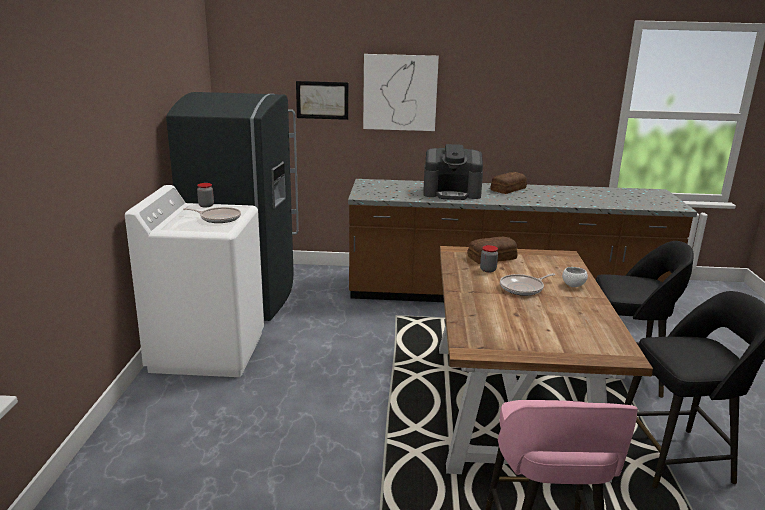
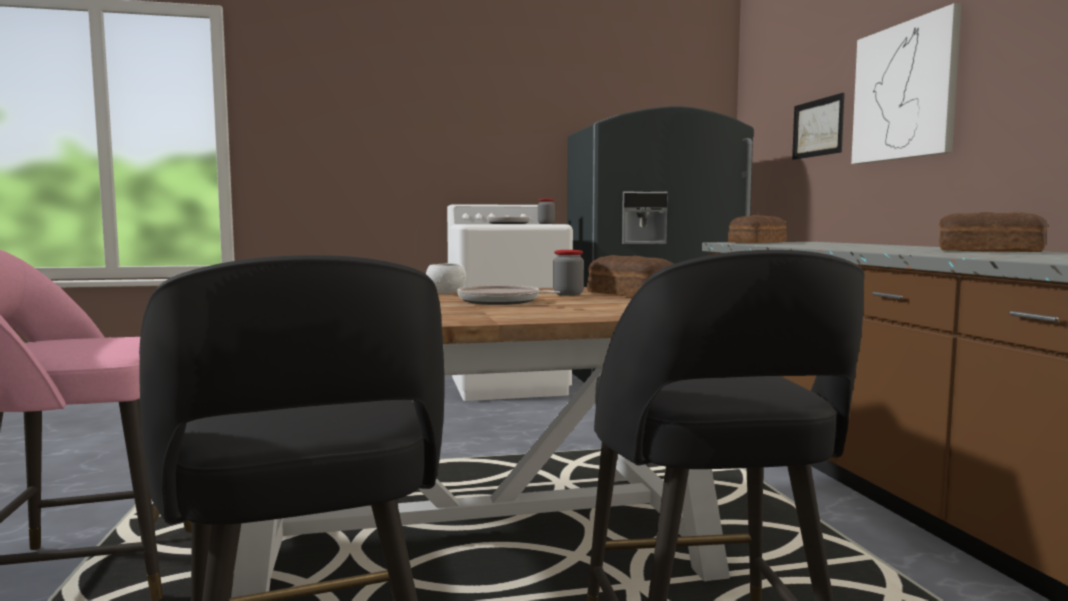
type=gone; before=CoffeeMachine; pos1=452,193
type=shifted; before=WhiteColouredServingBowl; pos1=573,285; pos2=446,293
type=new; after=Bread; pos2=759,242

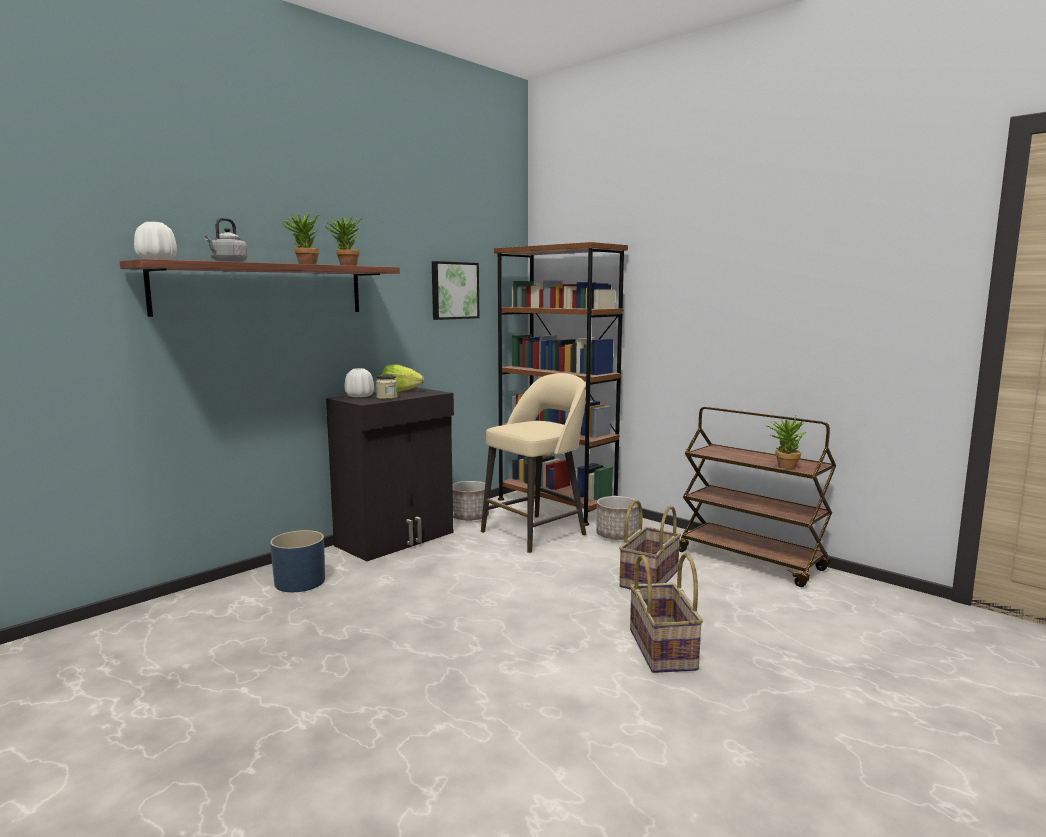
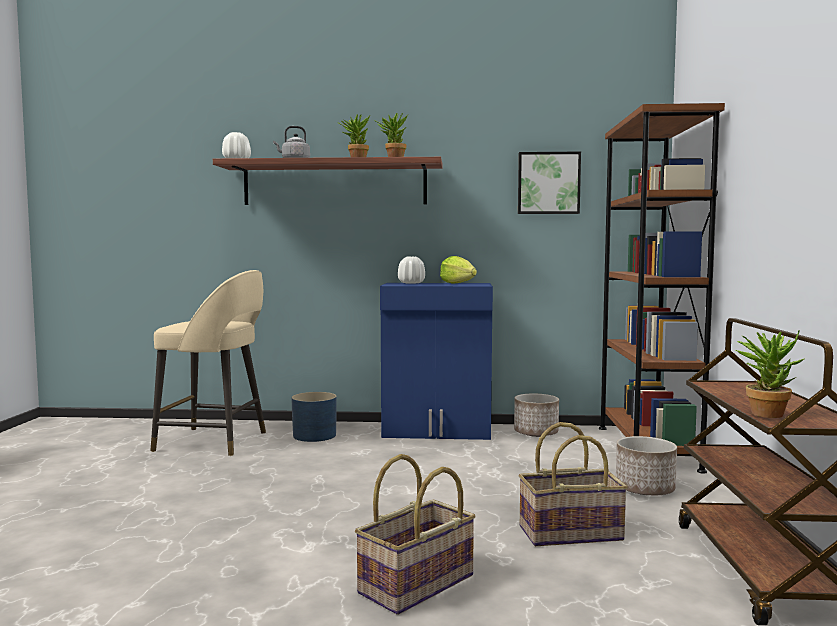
type=shifted; before=SandColouredSittingStool; pos1=536,532; pos2=214,442
type=gone; before=Jar; pos1=387,397
type=repainted; before=BlackishCabinet; after=BlueCabinet; pos1=397,539; pos2=437,431

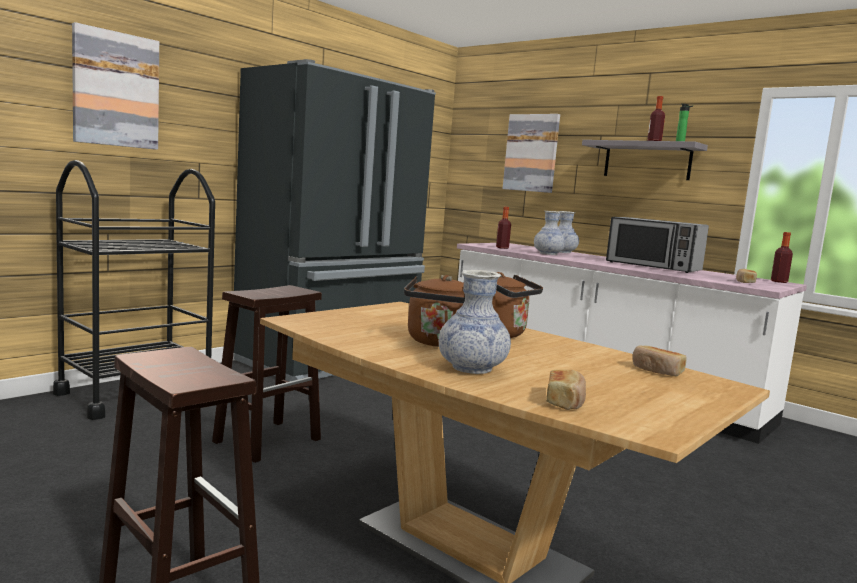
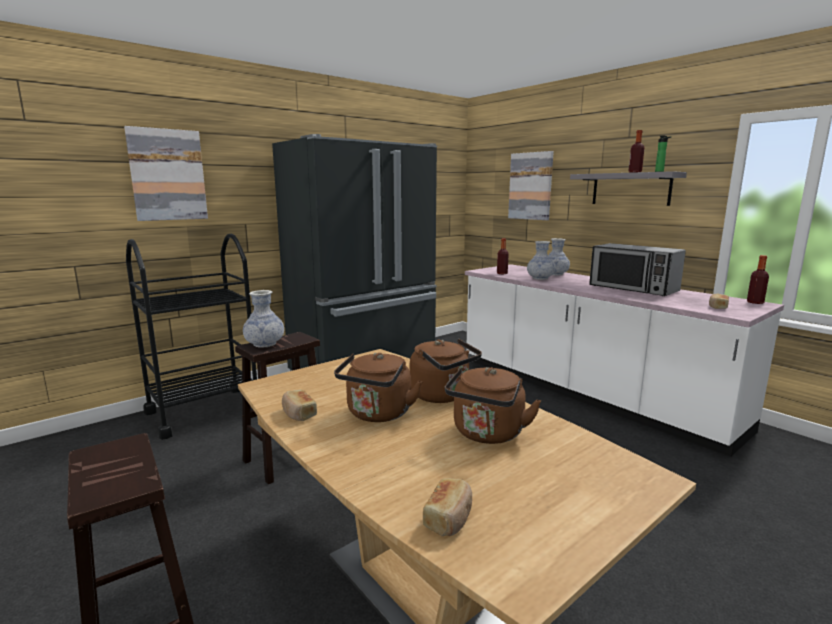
type=shifted; before=Vase; pos1=472,368; pos2=264,344
type=shifted; before=Bread; pos1=657,371; pos2=298,413
type=new; after=BrownTeaKettle; pos2=487,434

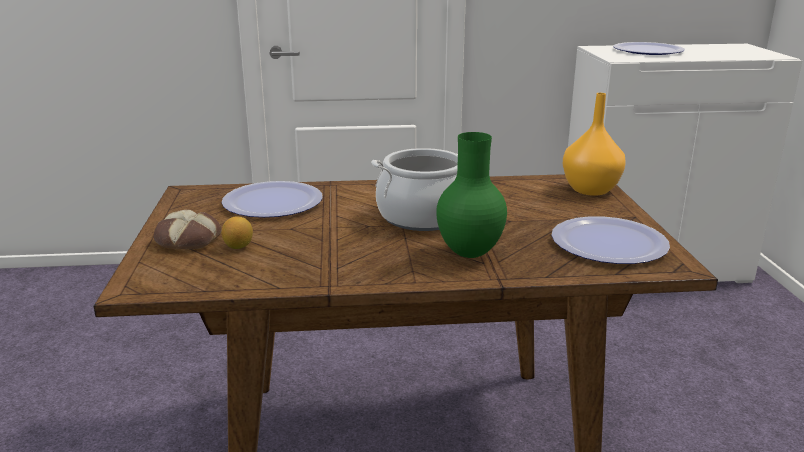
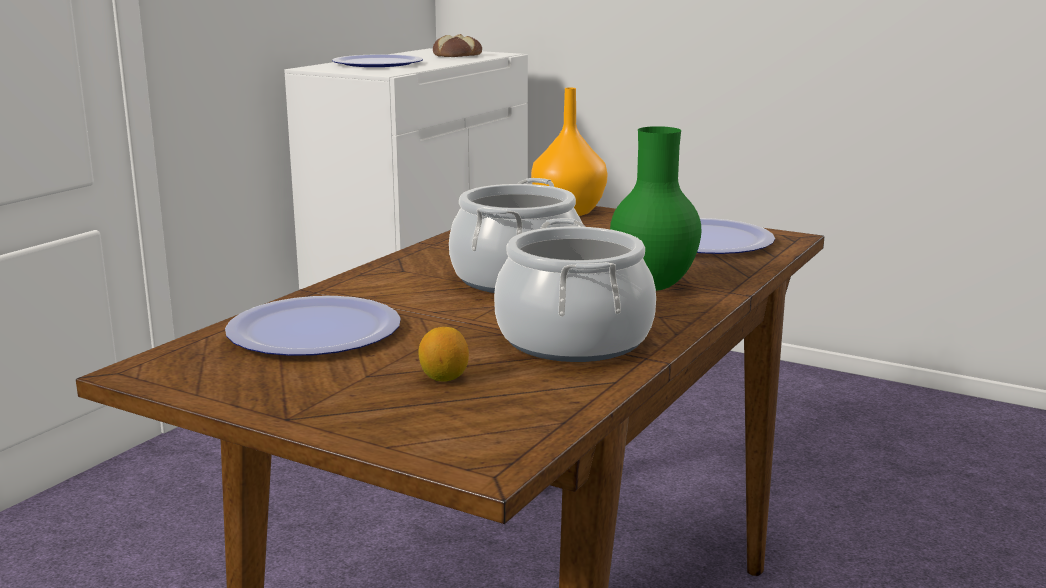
type=shifted; before=Bread; pos1=187,240; pos2=458,55
type=new; after=CookingPot; pos2=573,340

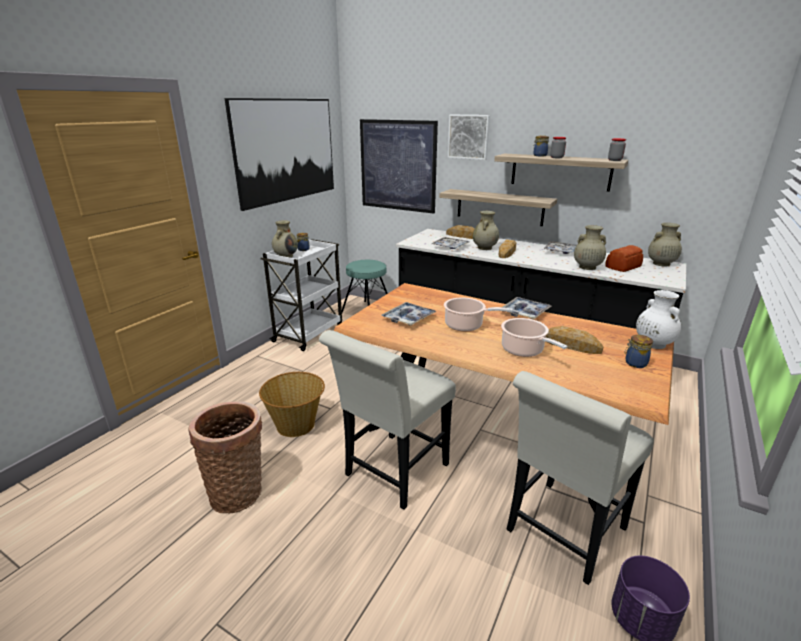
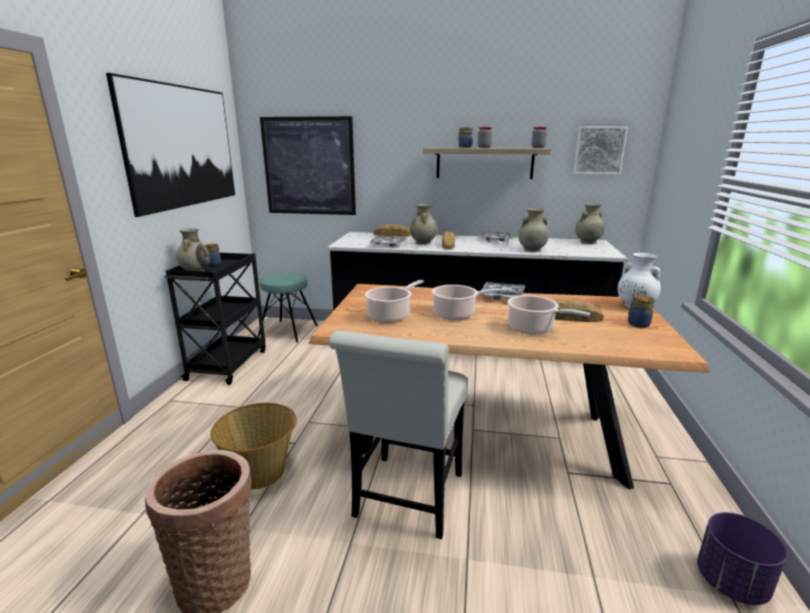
type=shifted; before=WallArt; pos1=469,137; pos2=599,150
type=gone; before=Shelf; pos1=499,207
type=repainted; before=WhiteColouredWheeledCart; after=BlackishWheeledCart; pos1=309,333; pos2=228,364
type=gone; before=Bread; pos1=624,266
type=swapped; before=ServingTray; after=CookingPot; pos1=408,318; pos2=391,316
type=gone; before=WhiteColouredChair; pos1=561,534

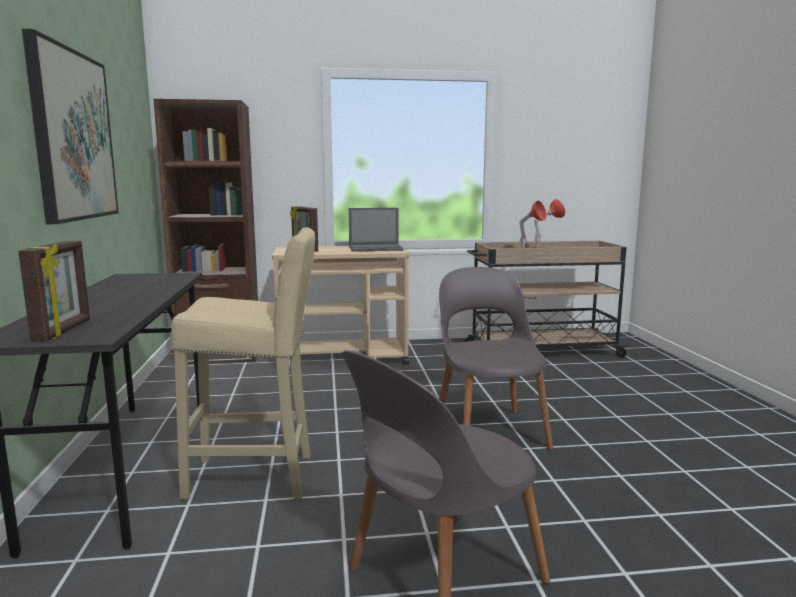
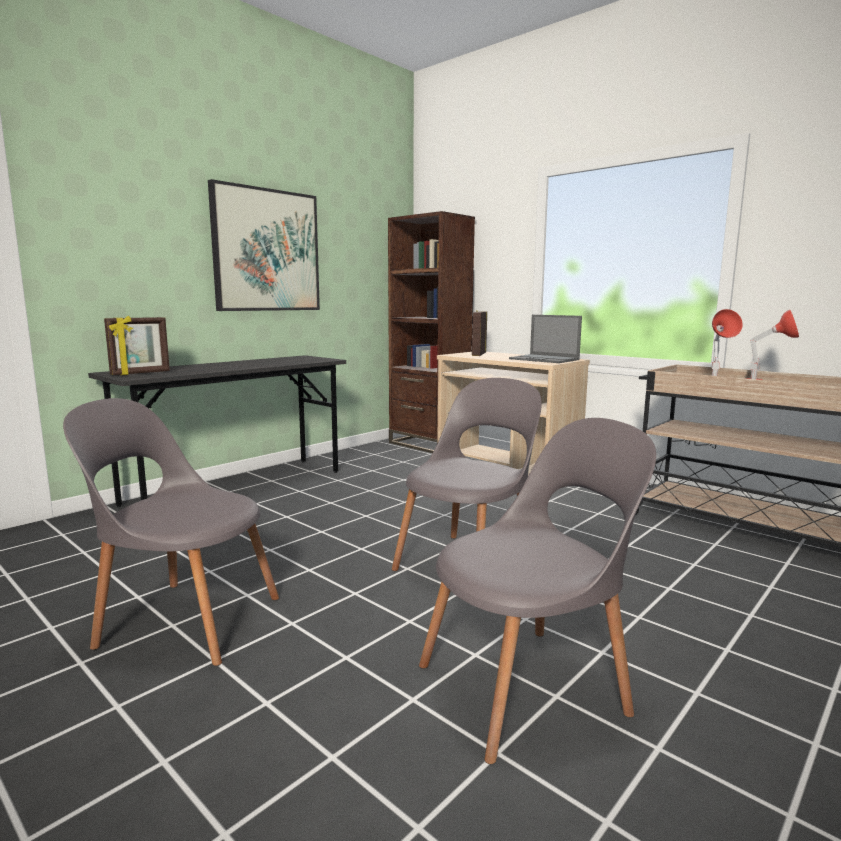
type=gone; before=SandColouredSittingStool; pos1=258,477
type=new; after=GreyishChair; pos2=528,686

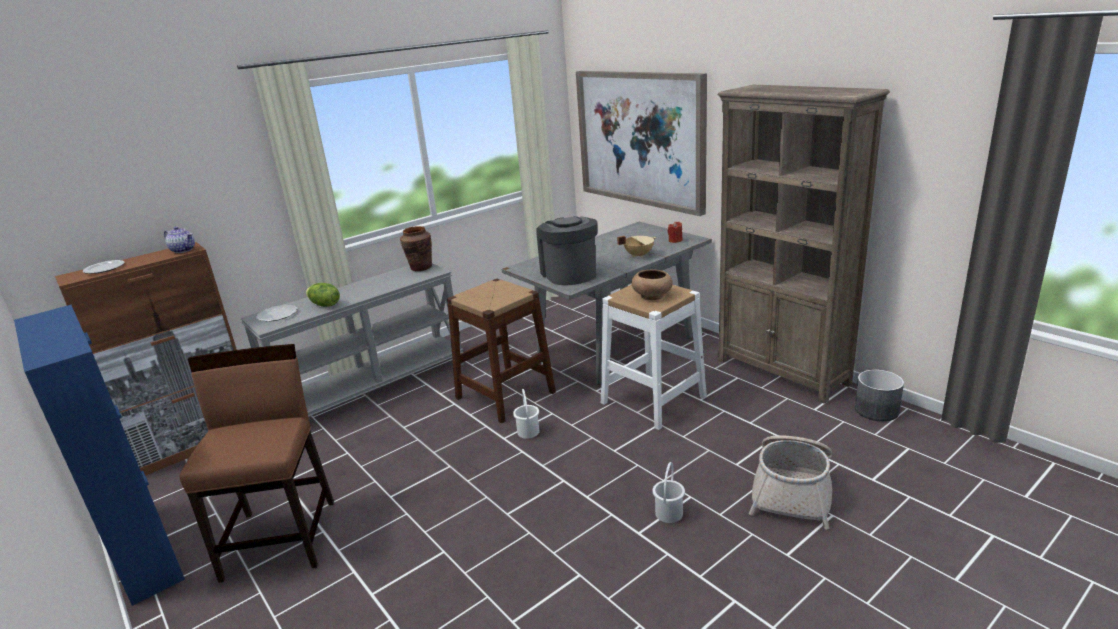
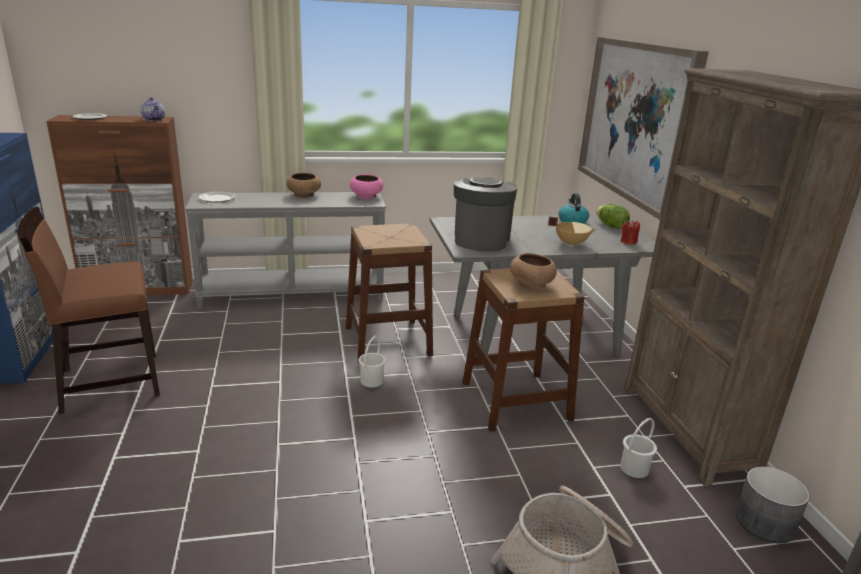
type=swapped; before=BrownVase; after=PinkColouredServingBowl; pos1=421,268; pos2=366,196
type=shifted; before=HeadOfLettuce; pos1=324,305; pos2=610,226
type=repainted; before=WhiteColouredSittingStool; after=BrownSittingStool; pos1=653,400; pos2=515,400
type=rotated; before=BrownChair; pos1=281,538; pos2=109,382; turn=-135
type=shifted; before=WhiteColouredPail; pos1=669,513; pos2=635,468
type=new; after=BrownServingBowl; pos2=304,195
type=new; after=TeaKettle; pos2=572,221

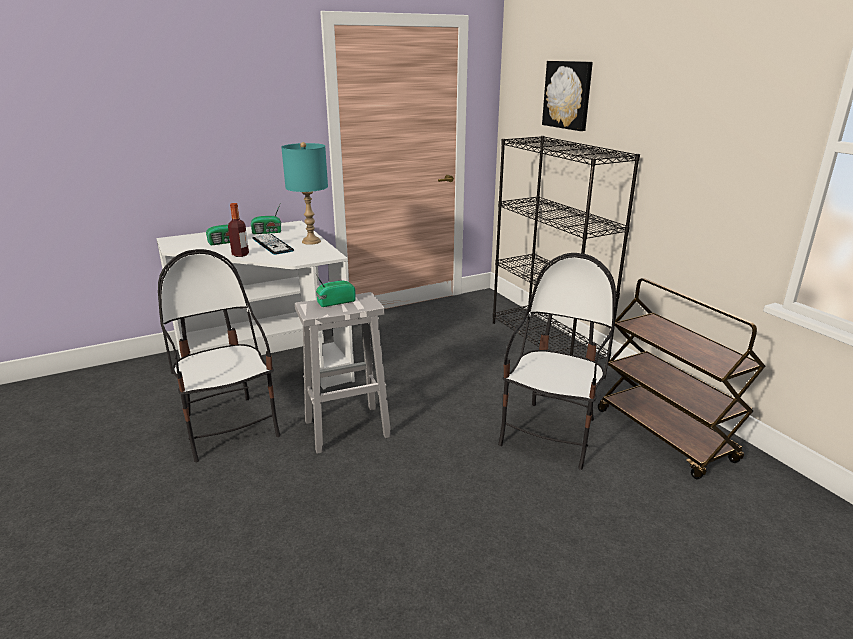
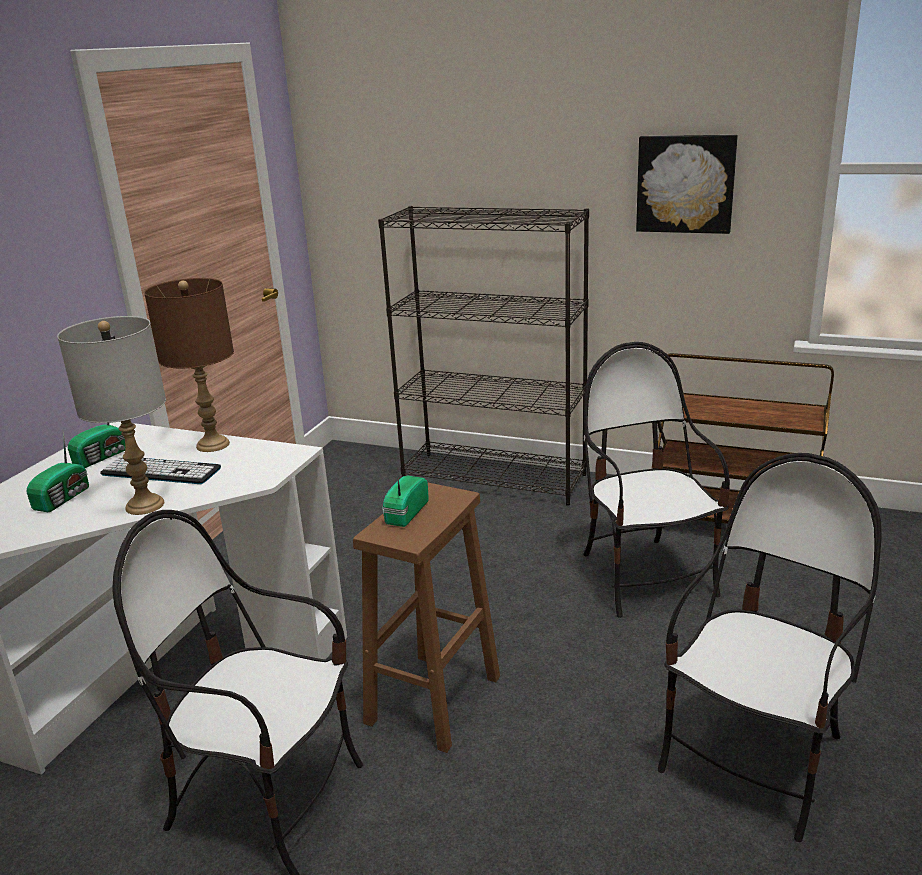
type=shifted; before=WallArt; pos1=568,95; pos2=685,184
type=repainted; before=TurquoiseColouredLampForATable; after=BrownLampForATable; pos1=311,241; pos2=212,445
type=swapped; before=BeverageBottle; after=GreyishLampForATable; pos1=240,254; pos2=144,505
type=repainted; before=WhiteColouredSittingStool; after=BrownSittingStool; pos1=345,429; pos2=433,701
type=new; after=Chair; pos2=756,760

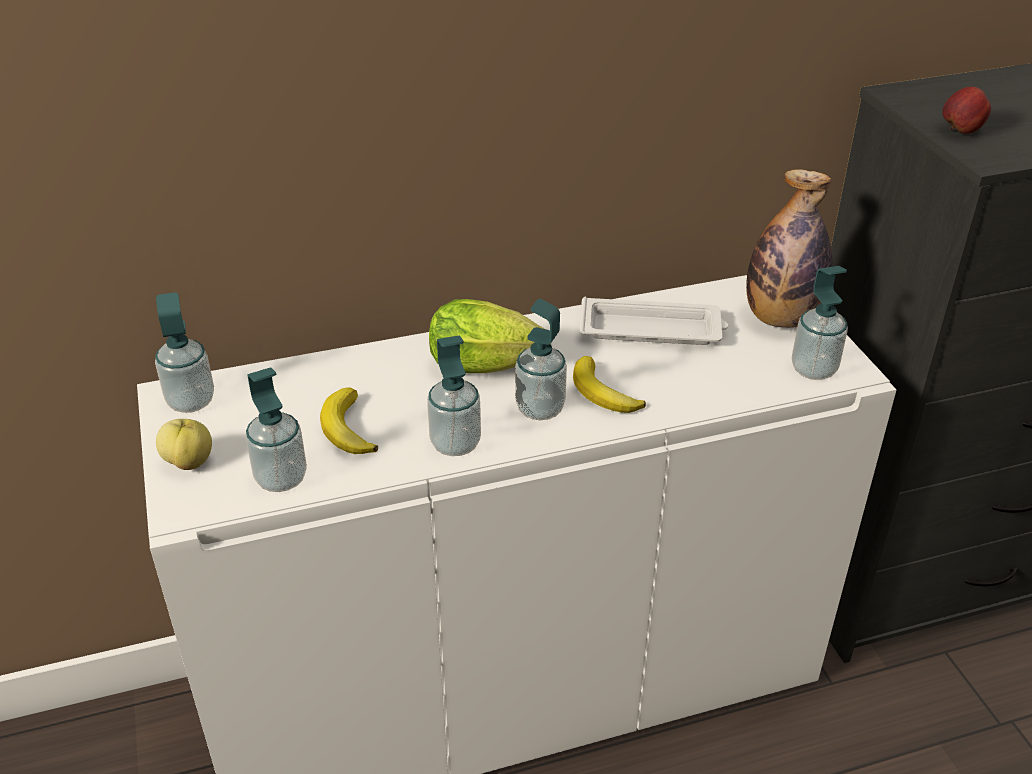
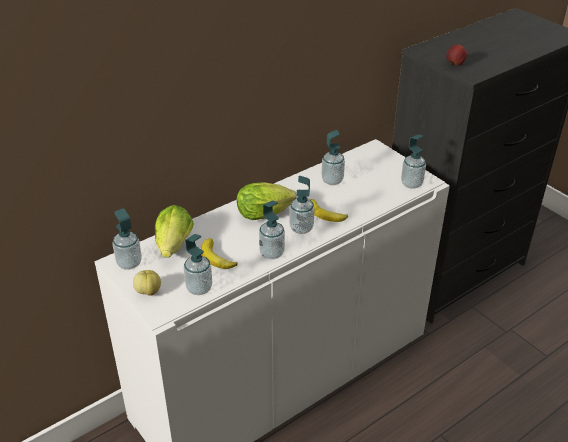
type=gone; before=BeverageBottle; pos1=780,318
type=swapped; before=WhiteColouredServingTray; after=SoapDispenser; pos1=652,330; pos2=332,180
type=new; after=HeadOfLettuce; pos2=173,248

